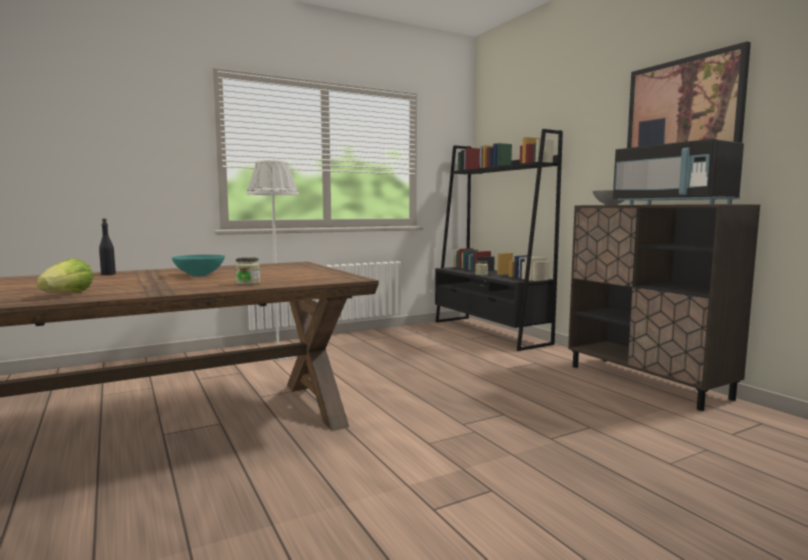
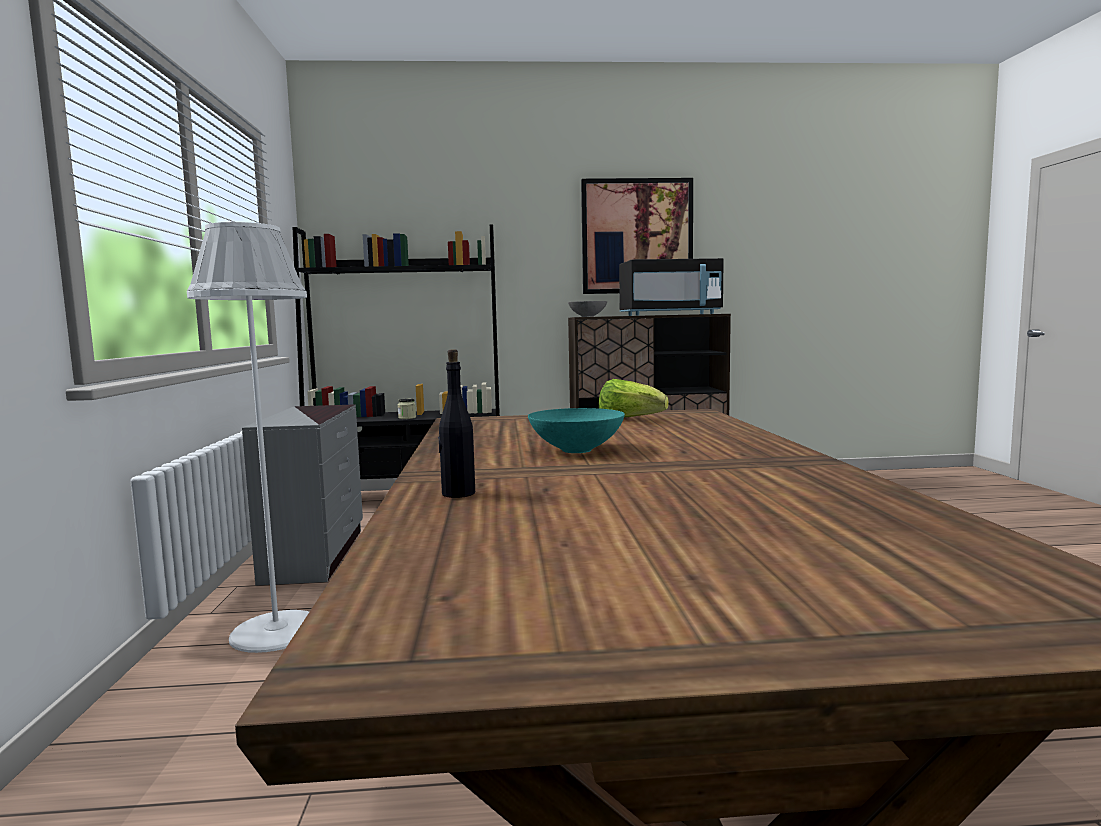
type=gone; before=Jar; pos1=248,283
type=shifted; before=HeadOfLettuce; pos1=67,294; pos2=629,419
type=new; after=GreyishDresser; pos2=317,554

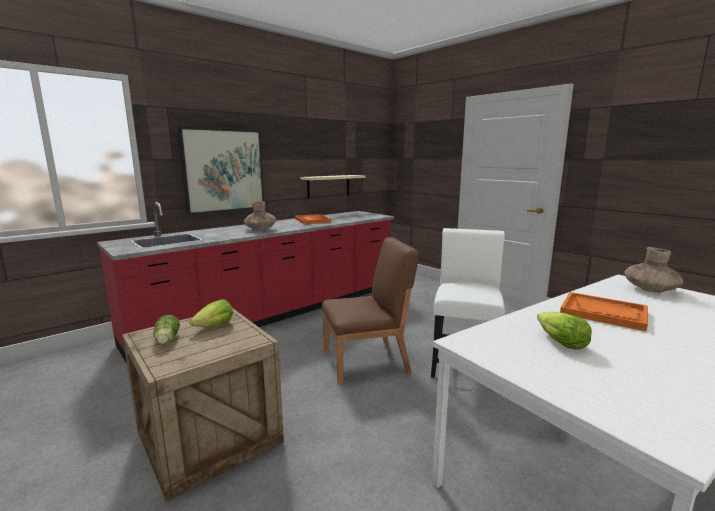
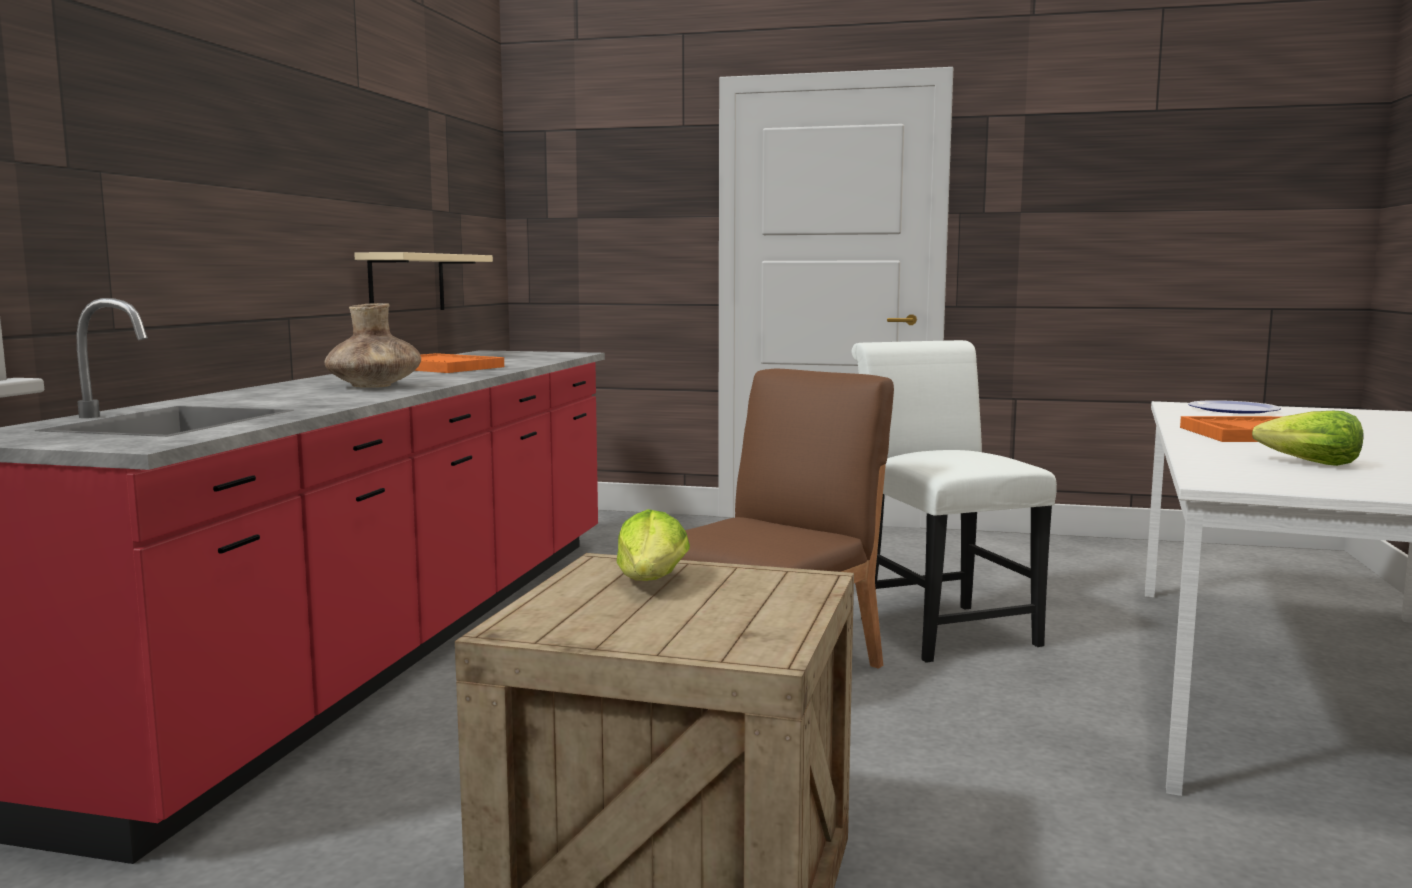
type=gone; before=WallArt; pos1=223,170
type=swapped; before=BrownVase; after=DinnerPlate; pos1=650,289; pos2=1233,409
type=gone; before=HeadOfLettuce; pos1=166,340

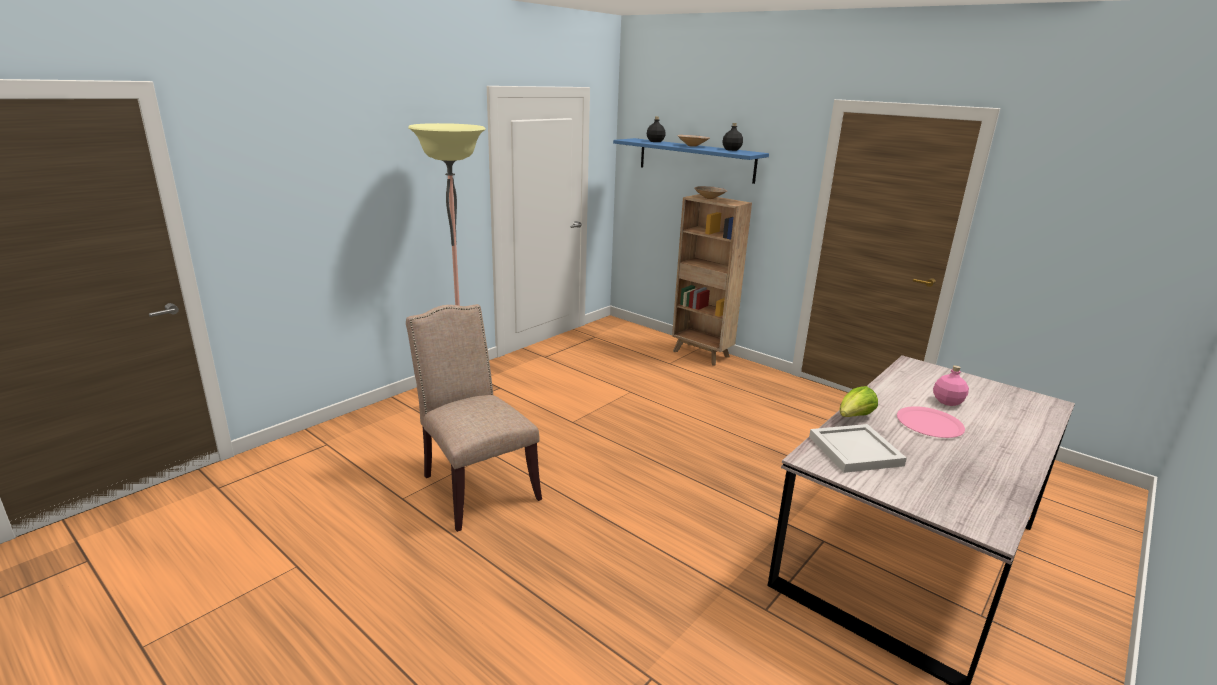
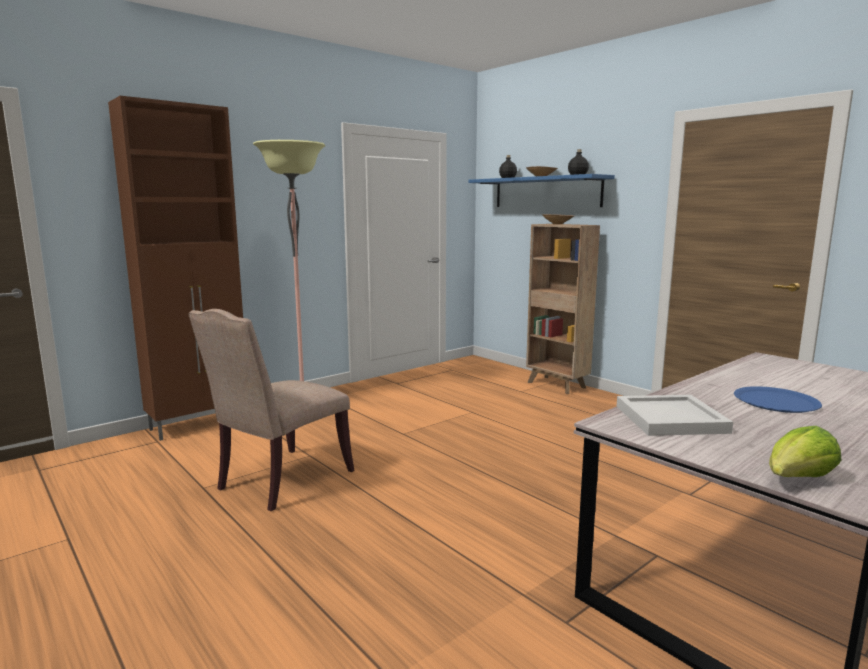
type=rotated; before=SandColouredChair; pos1=475,486; pos2=280,481; turn=-120
type=gone; before=PinkColouredBeverageBottle; pos1=948,402
type=shifted; before=HeadOfLettuce; pos1=854,417; pos2=797,480
type=repainted; before=PinkColouredDinnerPlate; after=BlueDinnerPlate; pos1=929,423; pos2=776,401
type=new; after=BrownCabinet; pos2=200,424

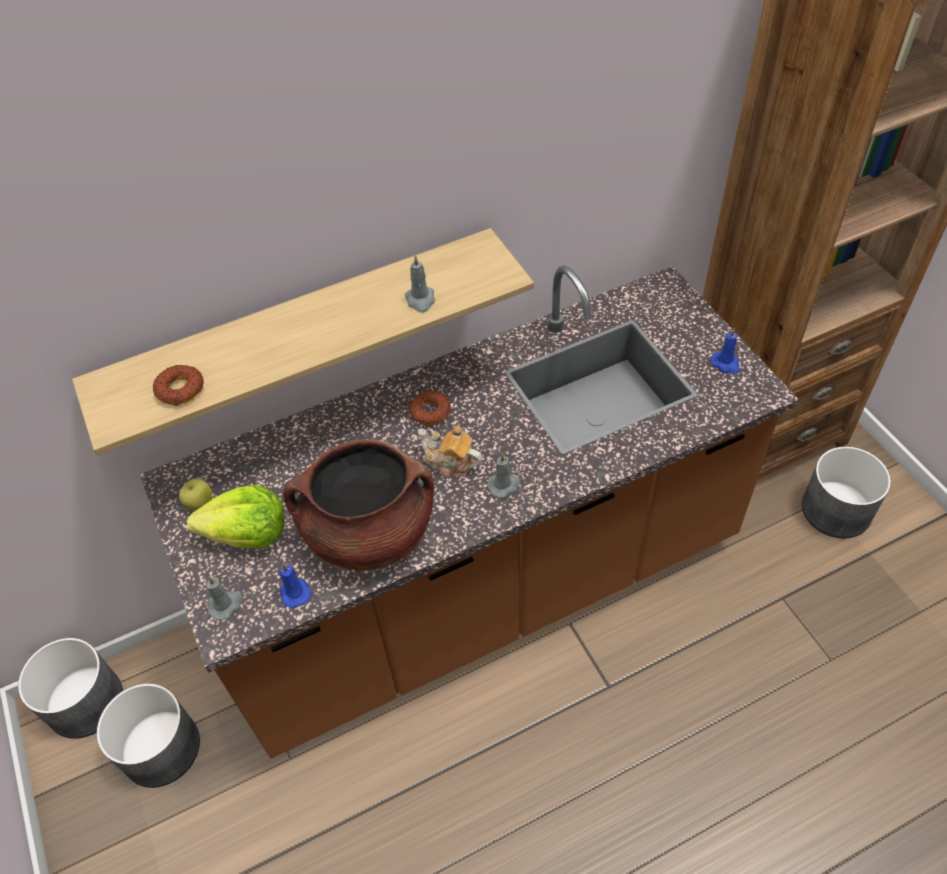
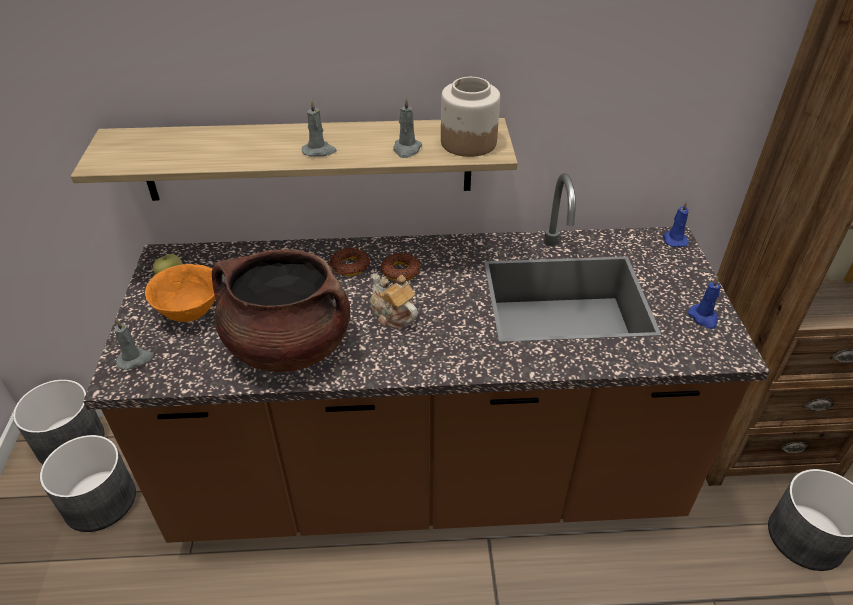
type=shifted; before=Doughnut; pos1=180,389; pos2=350,266
type=shifted; before=GreyishWaxLight; pos1=504,485; pos2=319,151
type=swapped; before=HeadOfLettuce; after=OrangeColouredServingBowl; pos1=248,534; pos2=191,313
type=shifted; before=BlueWaxLight; pos1=295,592; pos2=674,239
type=new; after=Jar; pos2=468,142

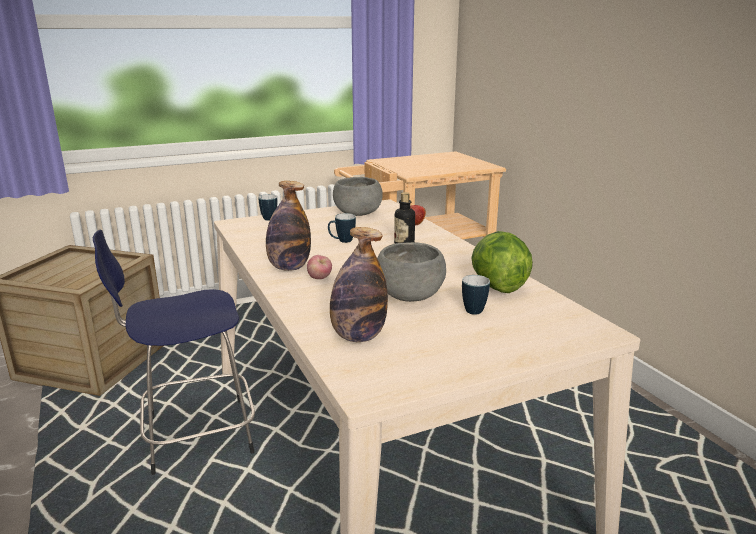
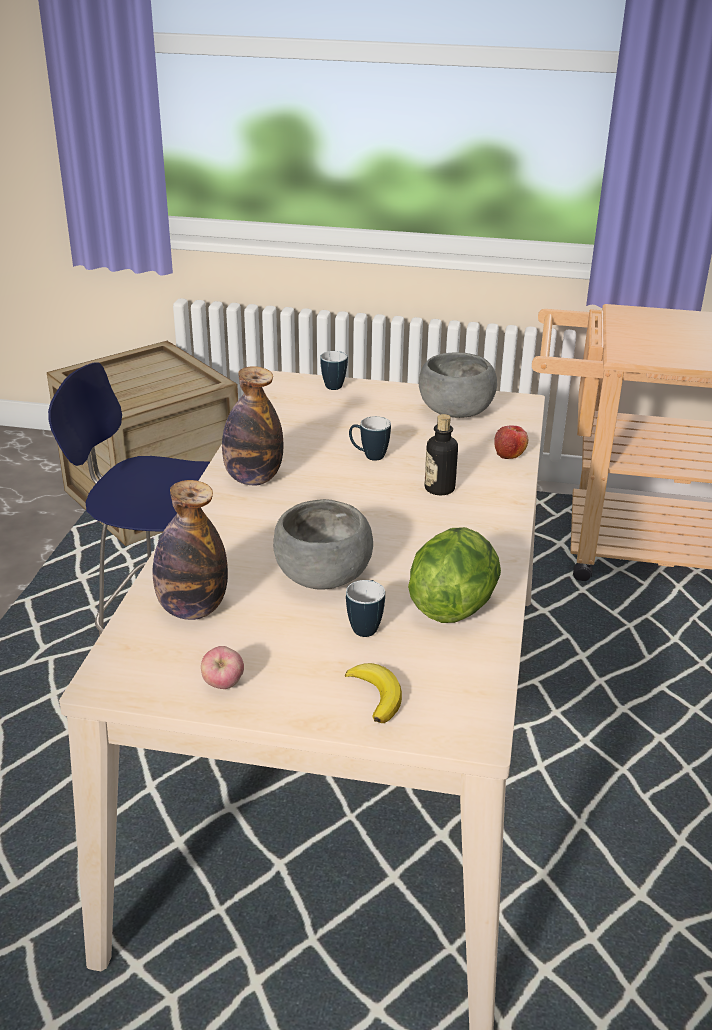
type=shifted; before=WholeApple; pos1=320,278; pos2=223,685
type=new; after=BananaFruit; pos2=376,695

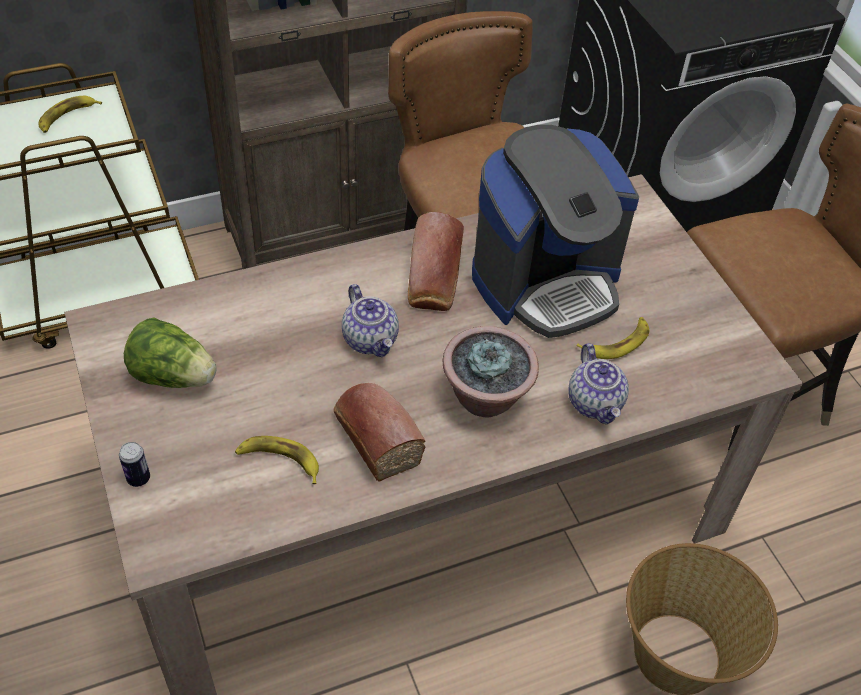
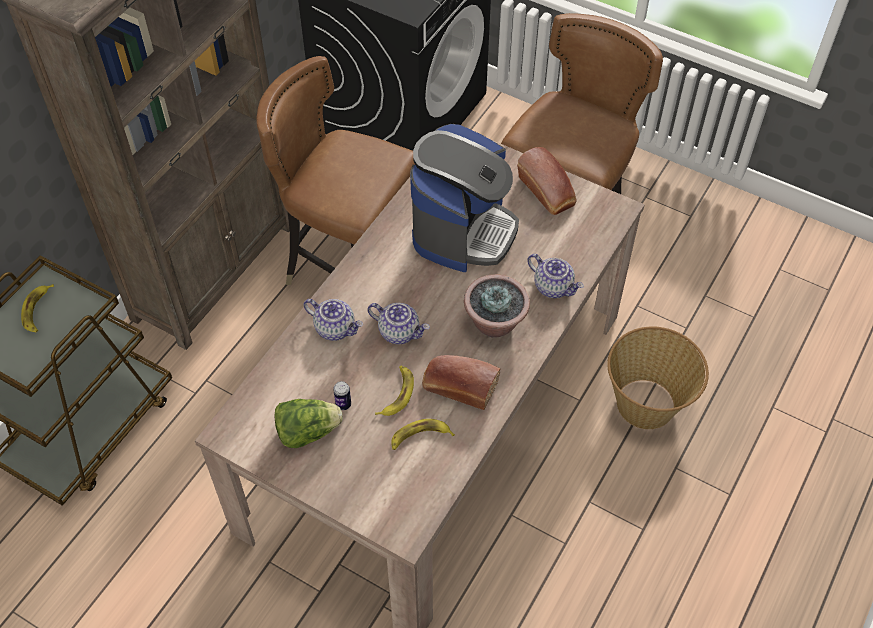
type=shifted; before=Bread; pos1=433,280; pos2=547,192
type=shifted; before=BananaFruit; pos1=617,342; pos2=397,393
type=shifted; before=MetalCan; pos1=138,478; pos2=343,404
type=new; after=Teapot; pos2=335,328

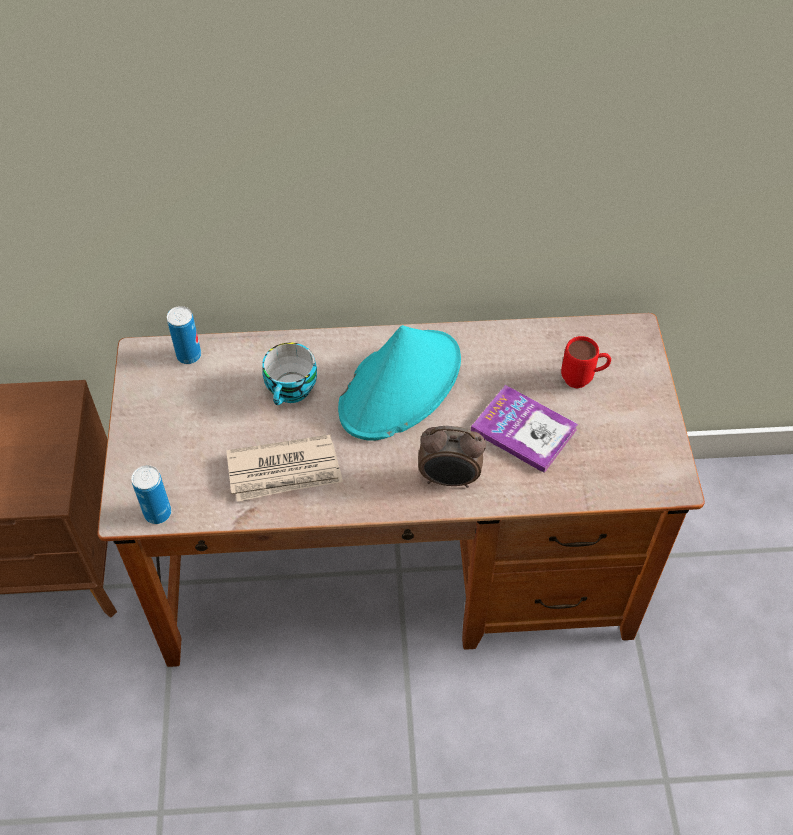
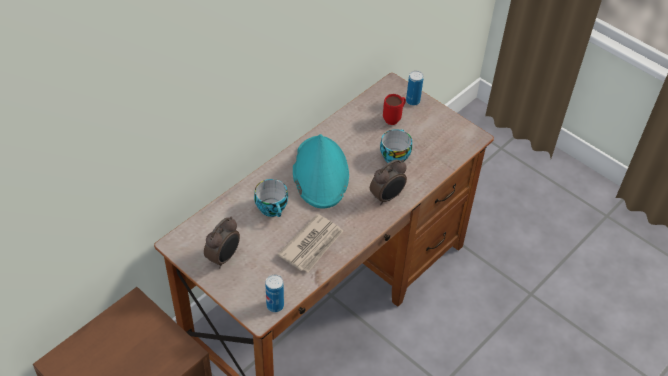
type=shifted; before=MetalCan; pos1=189,355; pos2=413,101
type=swapped; before=BoundBook; after=SmallCup; pos1=523,430; pos2=394,155
type=new; after=BedsideClock; pos2=224,257

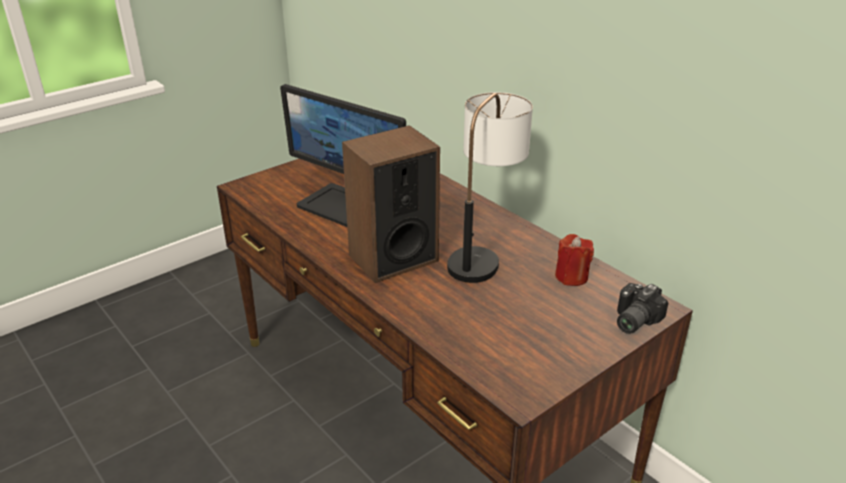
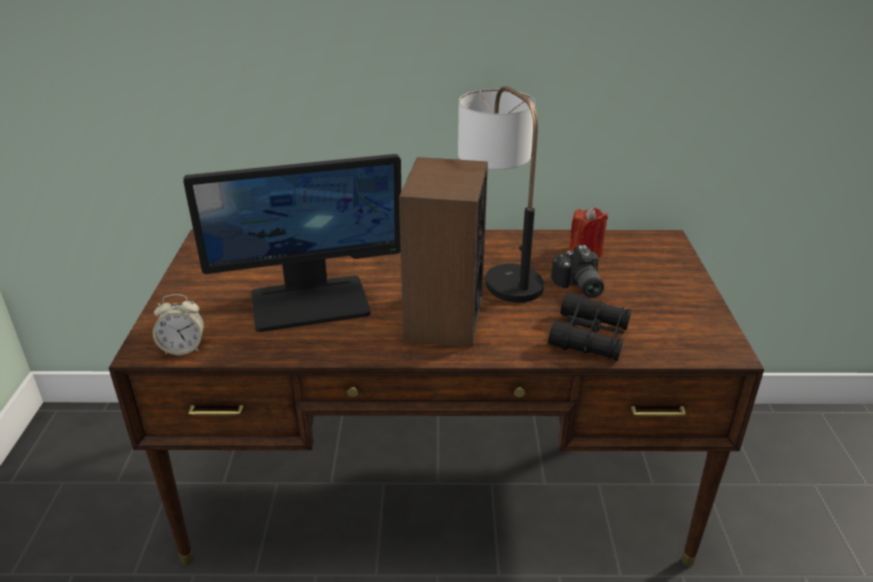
type=shifted; before=PhotoCamera; pos1=632,320; pos2=578,286
type=new; after=BlackishFieldGlasses; pos2=590,336
type=new; after=BedsideClock; pos2=183,348

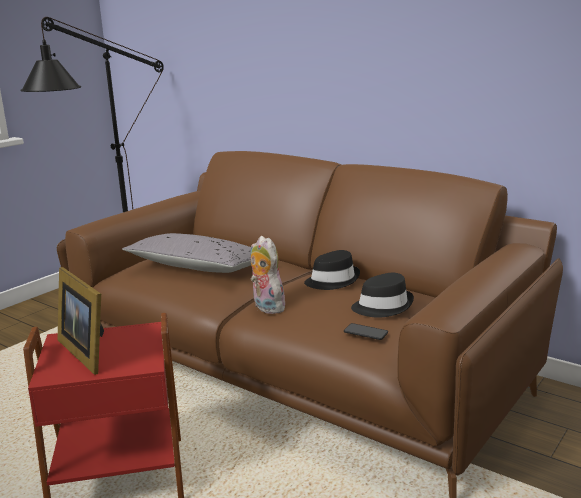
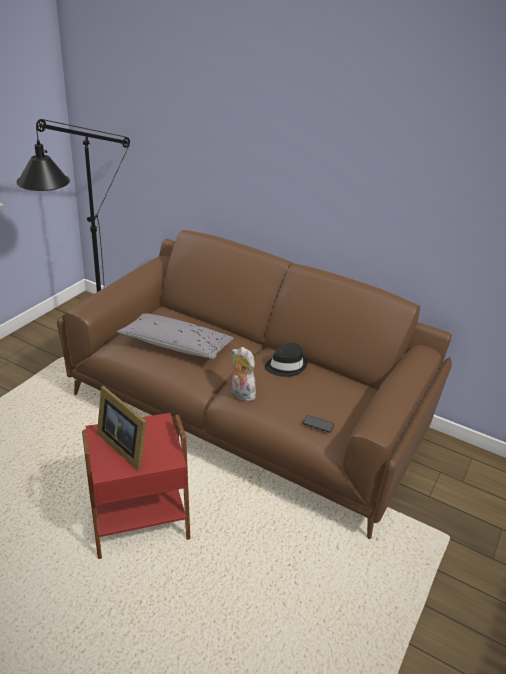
type=gone; before=BlackishHat; pos1=382,306

